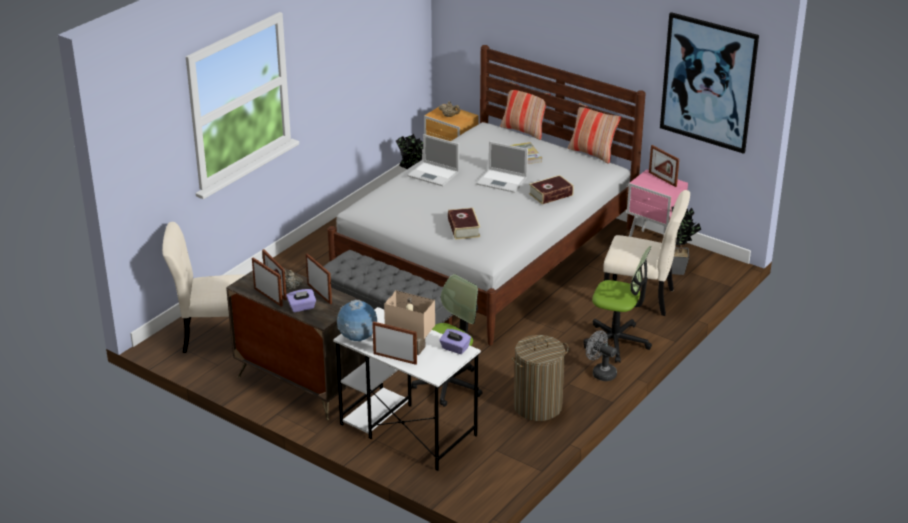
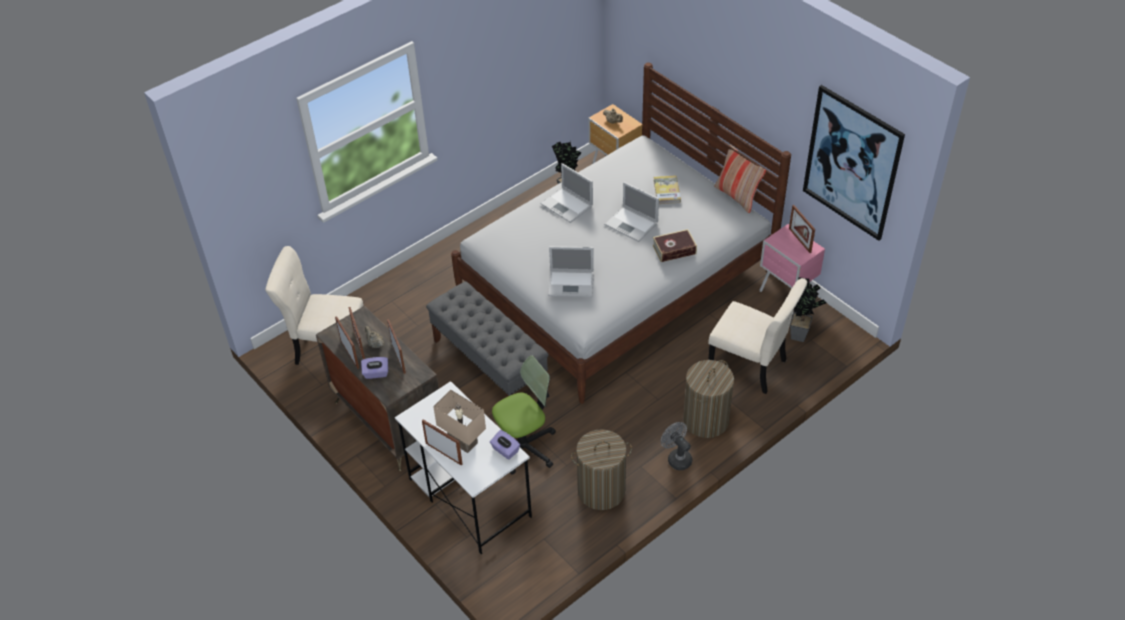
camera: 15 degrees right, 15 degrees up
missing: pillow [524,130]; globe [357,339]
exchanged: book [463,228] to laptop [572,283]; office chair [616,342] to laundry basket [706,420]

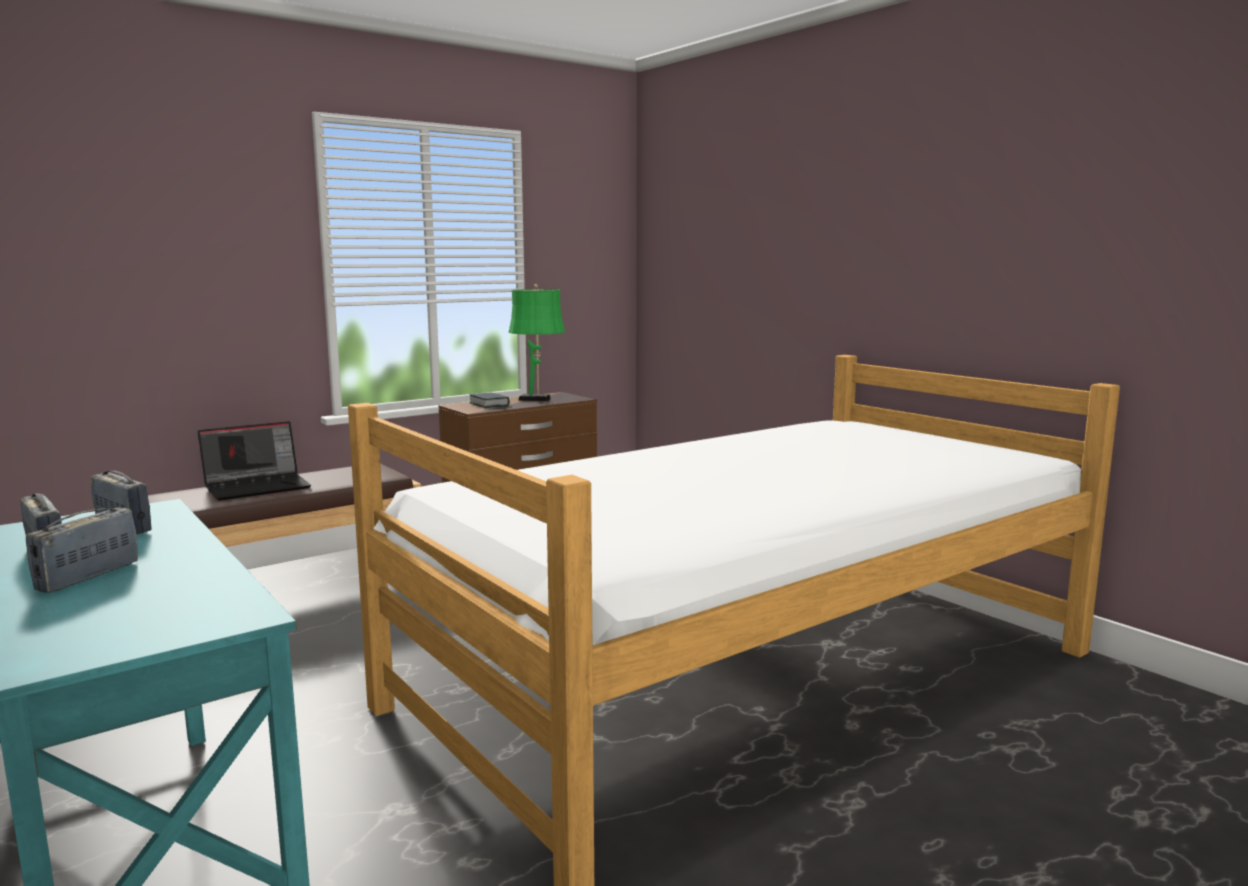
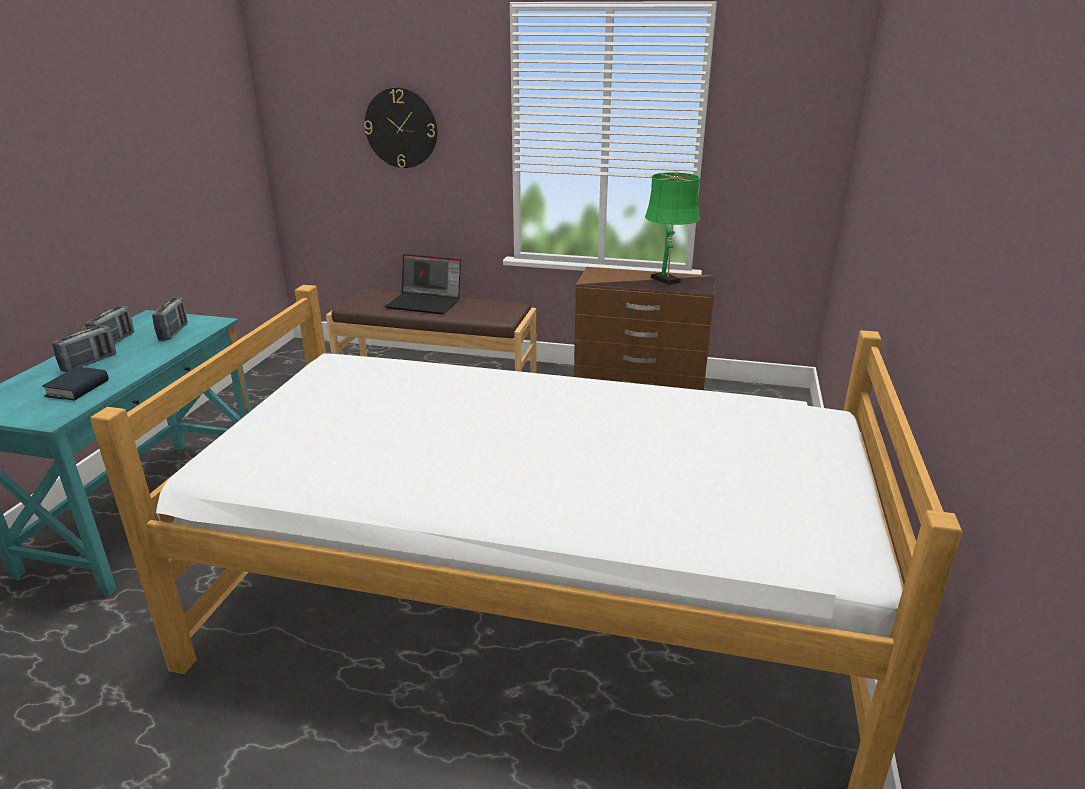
camera: 50 degrees right, 15 degrees up
appeared: wall clock [401,128]
relocated: book [489,404] to [78,388]
spun: radio [88,577] = [89,363] 135 degrees clockwise

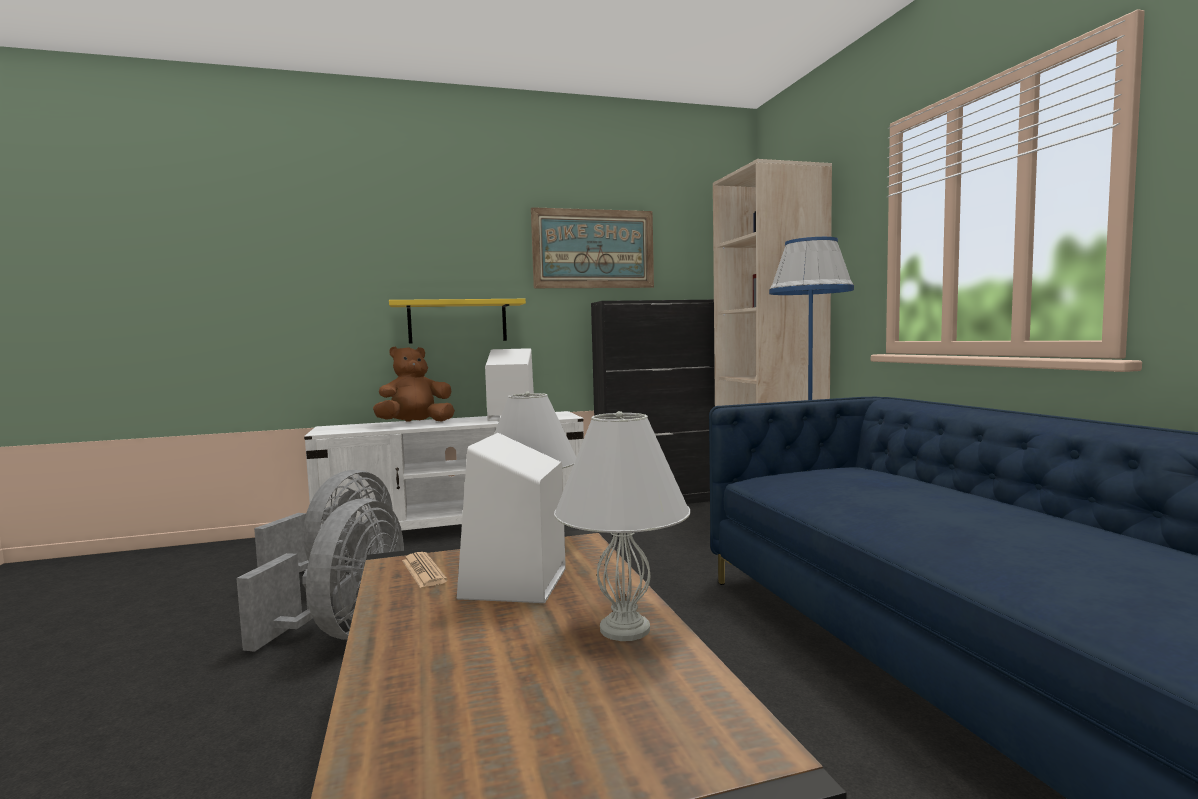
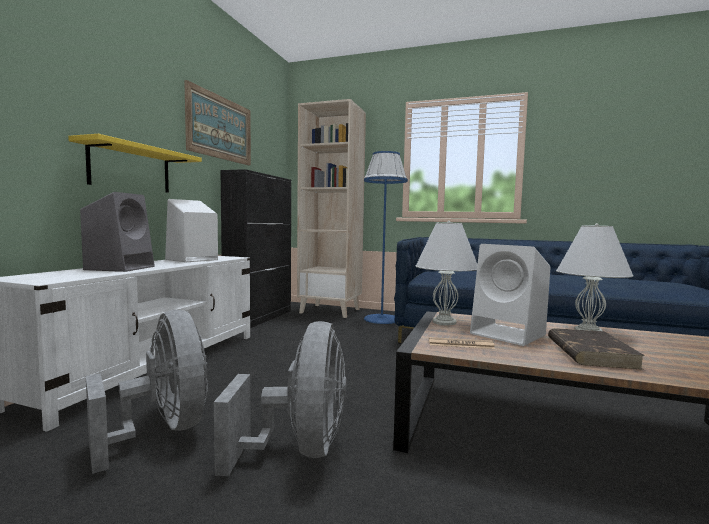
camera: 55 degrees left, 0 degrees up
appeared: brown book [590,352]
exchanged: brown plush toy [415,423] to grey speaker [121,268]
spun: grey fan [345,633] = [300,449] 45 degrees clockwise

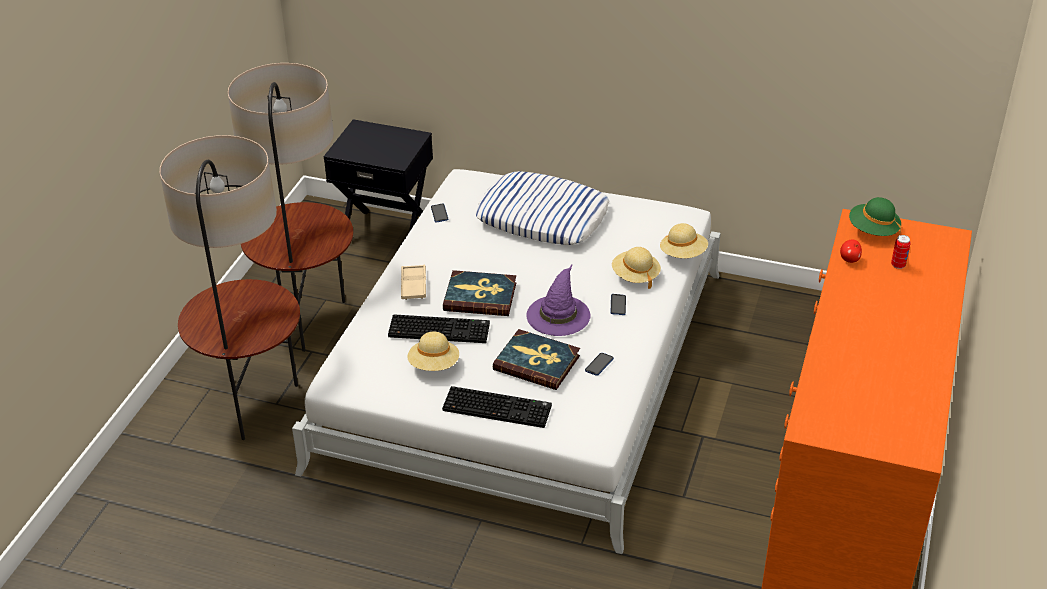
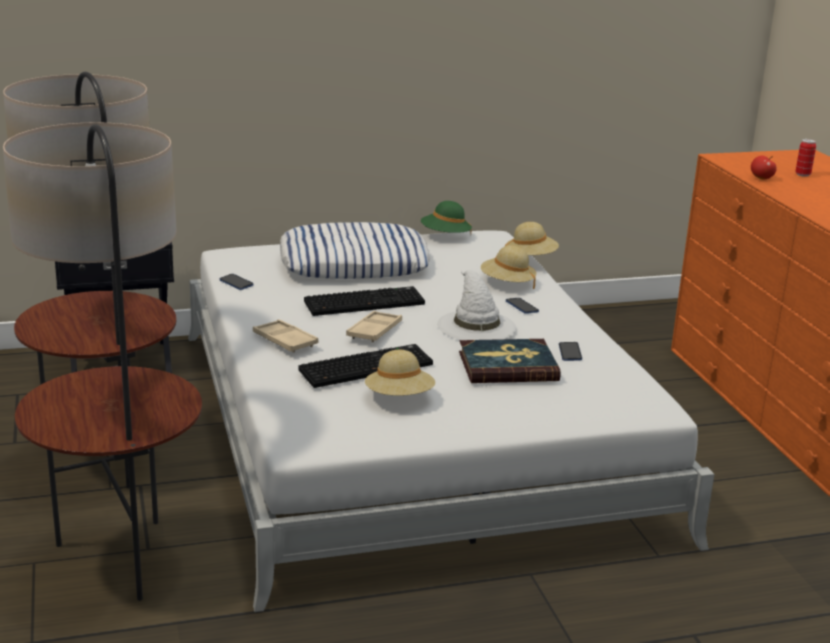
camera: 35 degrees left, 15 degrees down
relocated: green hat [873,230] to [445,236]; keyboard [498,407] to [365,302]
exchanged: book [480,296] to beige tray [374,331]
colour: purple hat [558,314] to white hat [475,325]

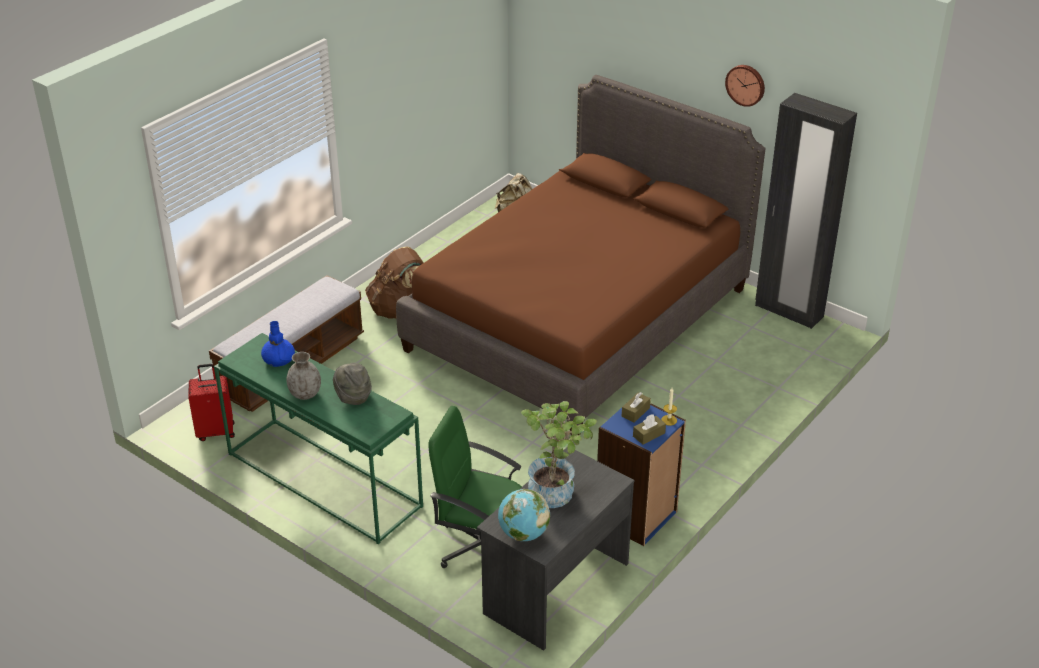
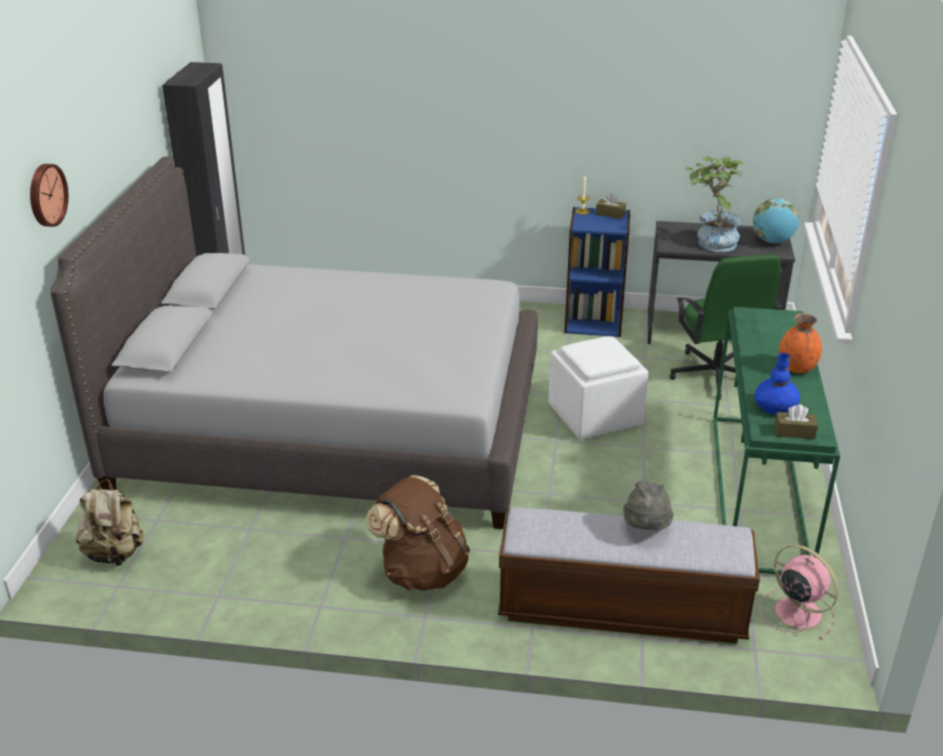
camera: 120 degrees left, 5 degrees down
appeared: white ottoman [596,416]
relocated: wall clock [746,84] to [46,195]; grey hat [353,396] to [646,529]; brown tissue box [635,412] to [794,432]
exchanged: red suitcase [216,431] to pink fan [796,611]
colour: brown bed [579,319] to grey bed [332,428]; grey vase [305,394] to orange vase [797,368]

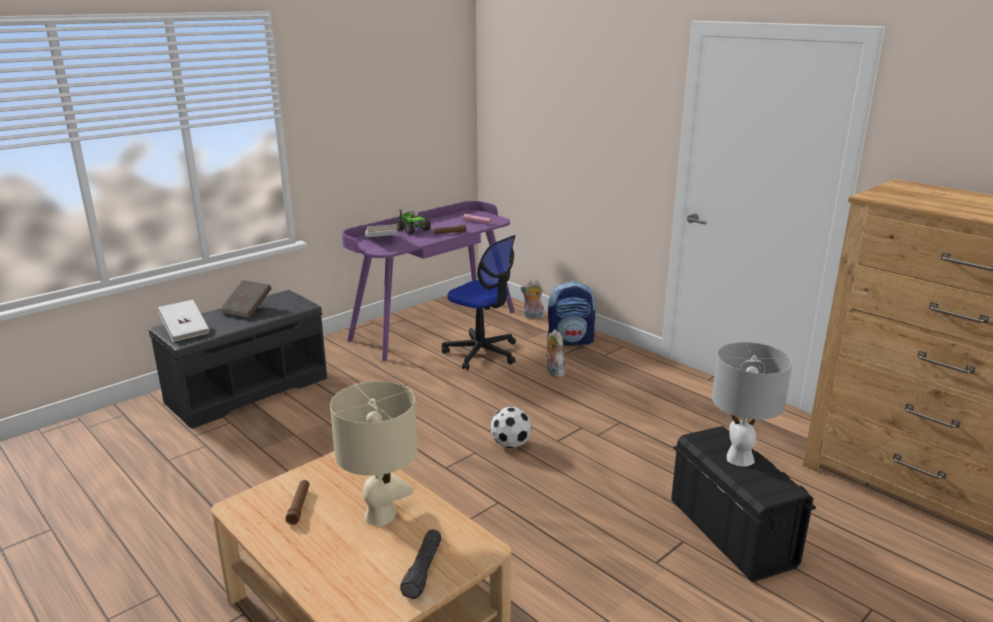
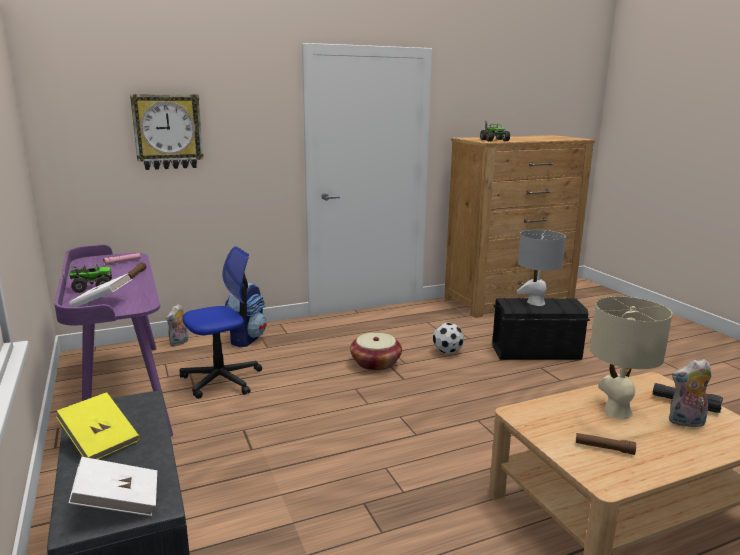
camera: 70 degrees left, 5 degrees down
appeared: wall clock [168,132]; toy truck [494,140]; basket [375,363]
relocated: plush toy [553,372] to [686,423]; football [511,444] to [447,351]
colour: brown book [248,309] to yellow book [100,441]

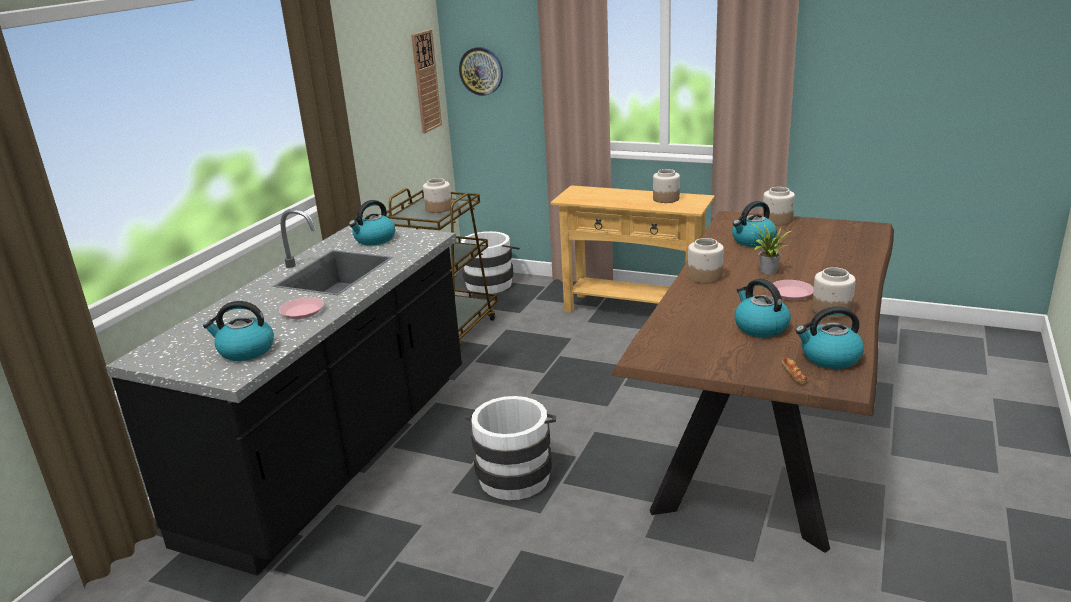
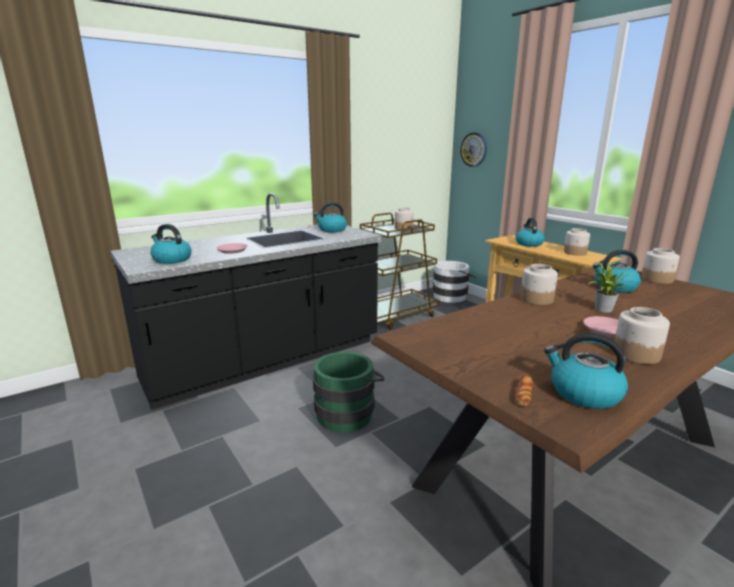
camera: 30 degrees right, 5 degrees down
missing: wall clock [425,81]
relocated: kettle [760,327] to [528,244]
colour: white bucket [515,473] to green bucket [348,412]

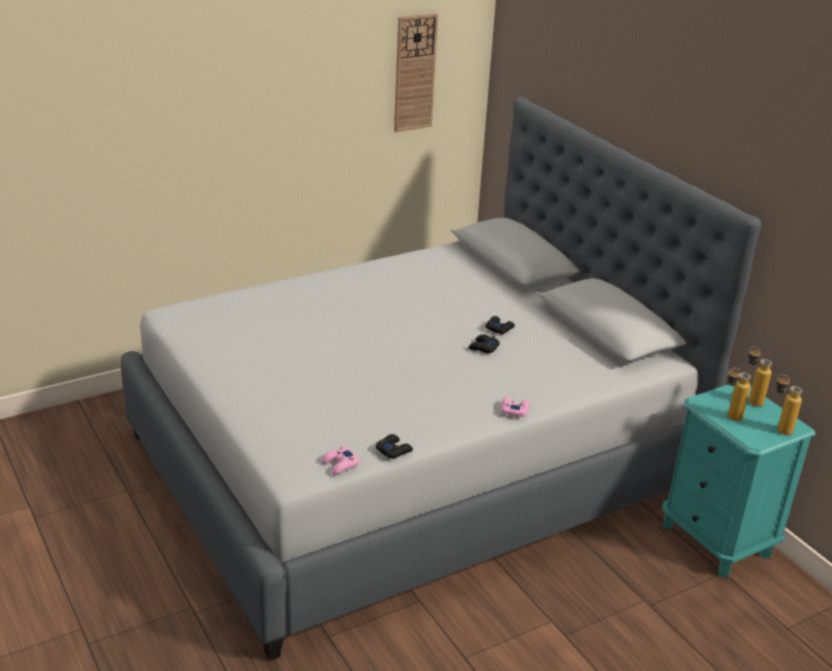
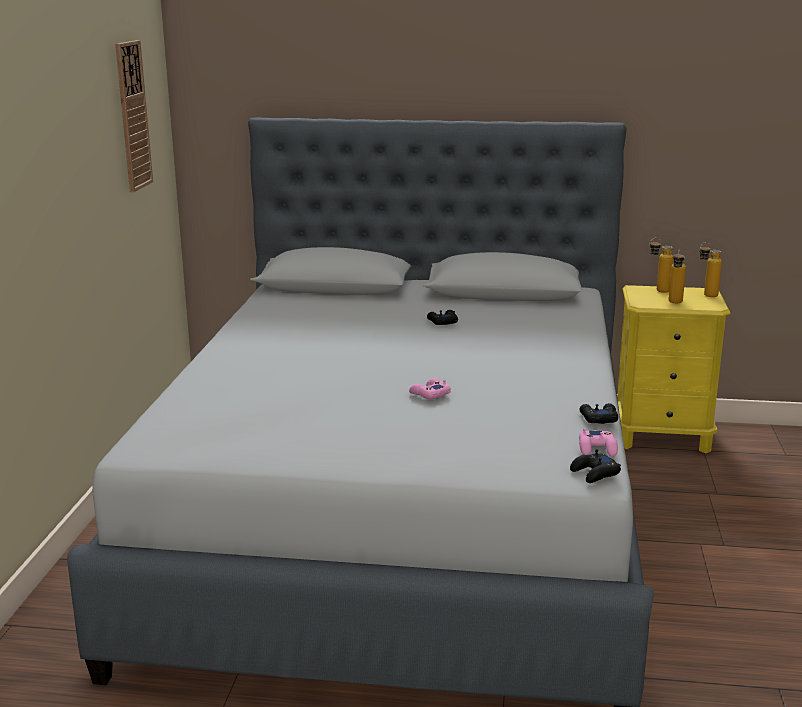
camera: 50 degrees left, 10 degrees down
relocated: black game controller [483,348] to [595,473]; pink game controller [514,410] to [429,394]
colour: turquoise nightstand [716,540] to yellow nightstand [662,436]

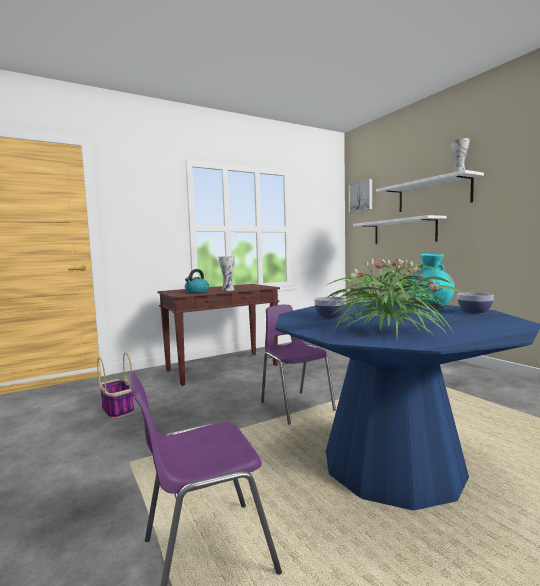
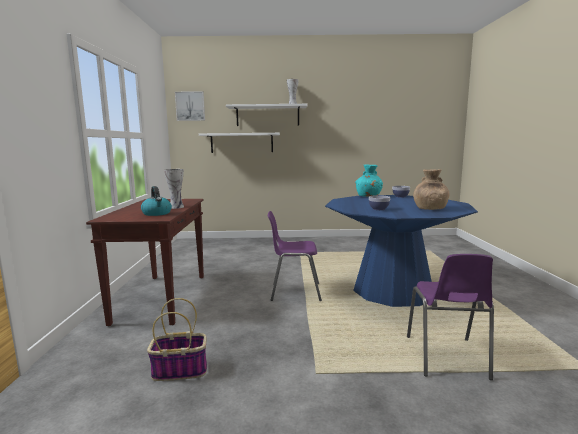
camera: 60 degrees left, 5 degrees up
exchanged: potted plant [388,330] to brown vase [429,209]

